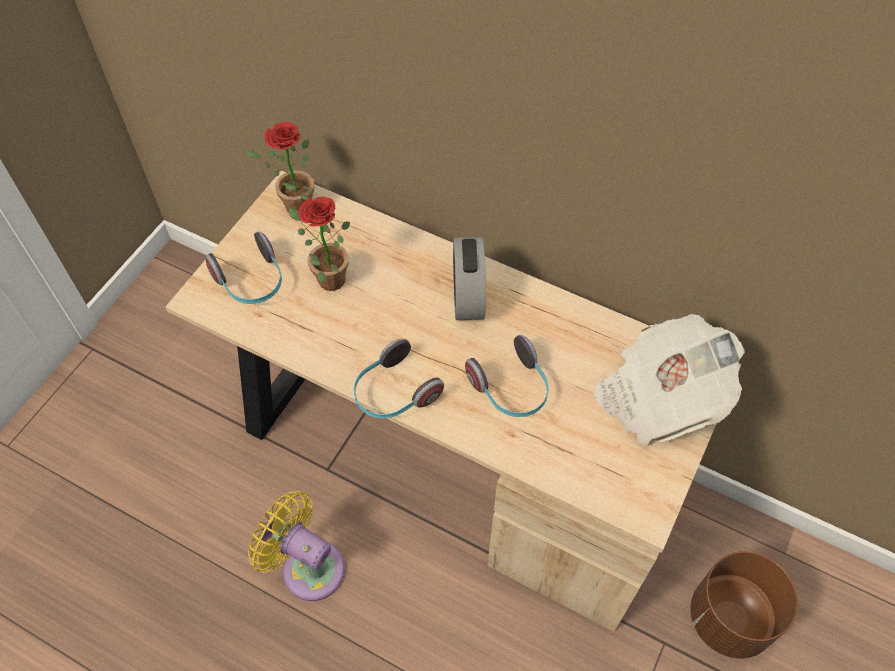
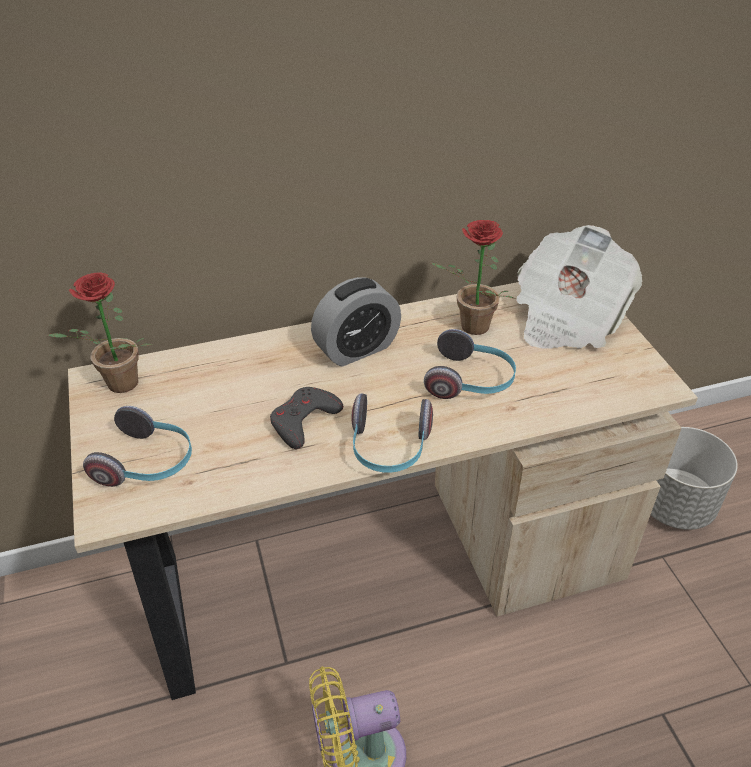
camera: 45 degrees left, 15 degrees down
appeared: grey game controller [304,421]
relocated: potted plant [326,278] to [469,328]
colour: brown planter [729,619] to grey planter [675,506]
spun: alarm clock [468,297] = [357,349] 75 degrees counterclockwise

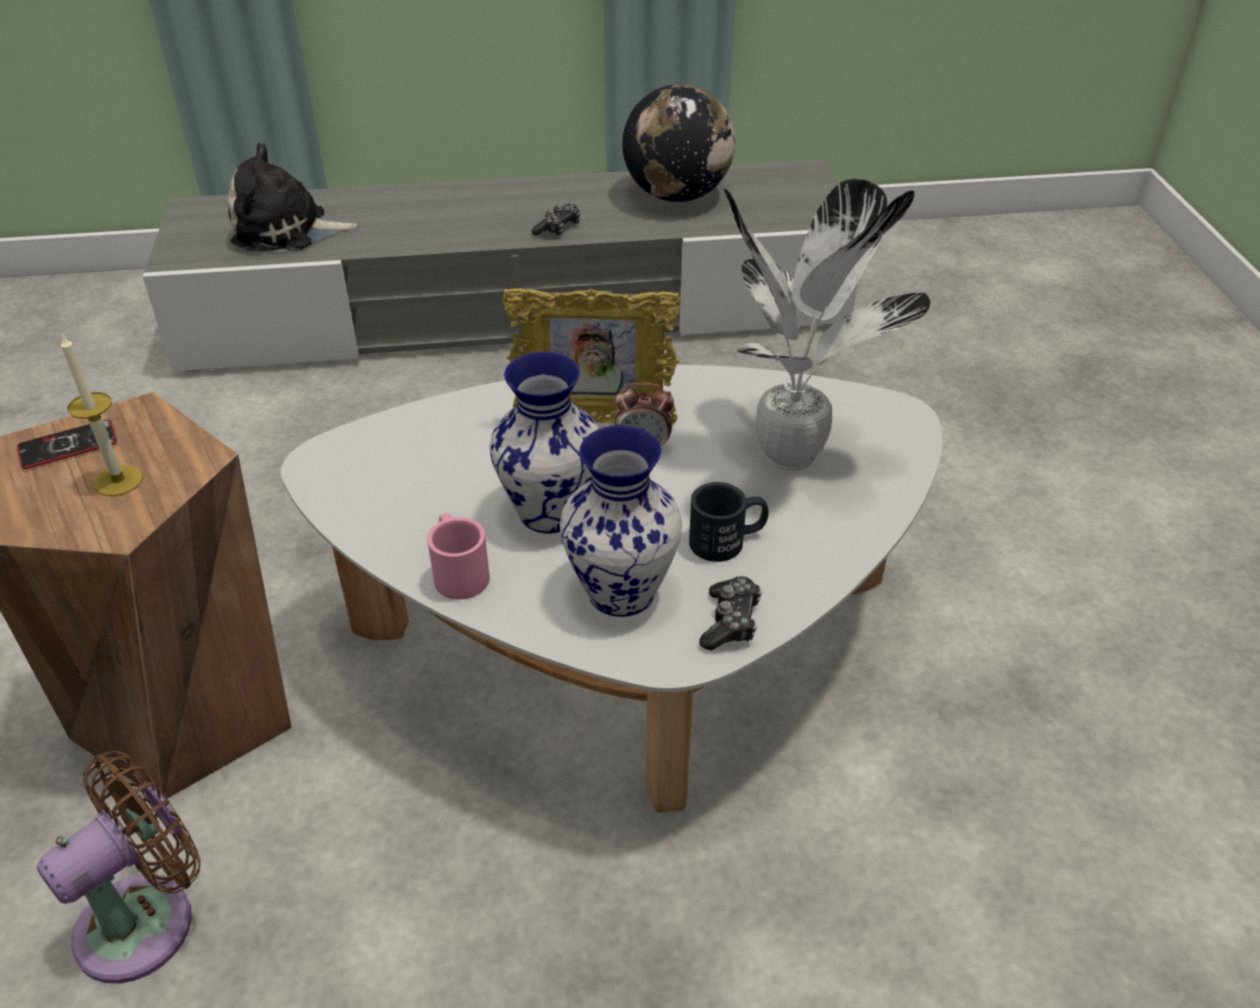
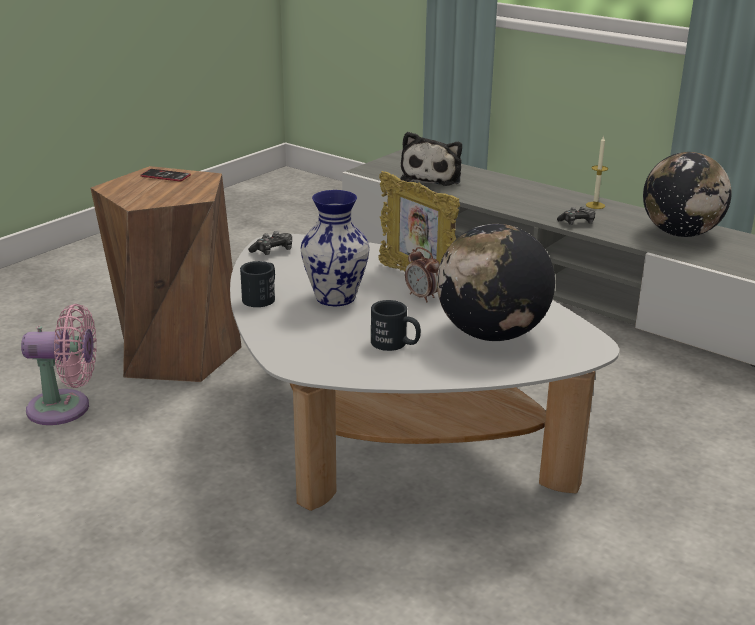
camera: 45 degrees right, 15 degrees down
missing: vase [622,593]
relocated: candle [118,480] to [595,205]; game controller [730,622] to [273,251]
exchanged: potted plant [793,458] to globe [491,334]
colour: pink mug [458,571] to black mug [262,297]; brown fan [146,919] to pink fan [65,408]
spun: plush toy [286,230] = [432,177] 120 degrees counterclockwise

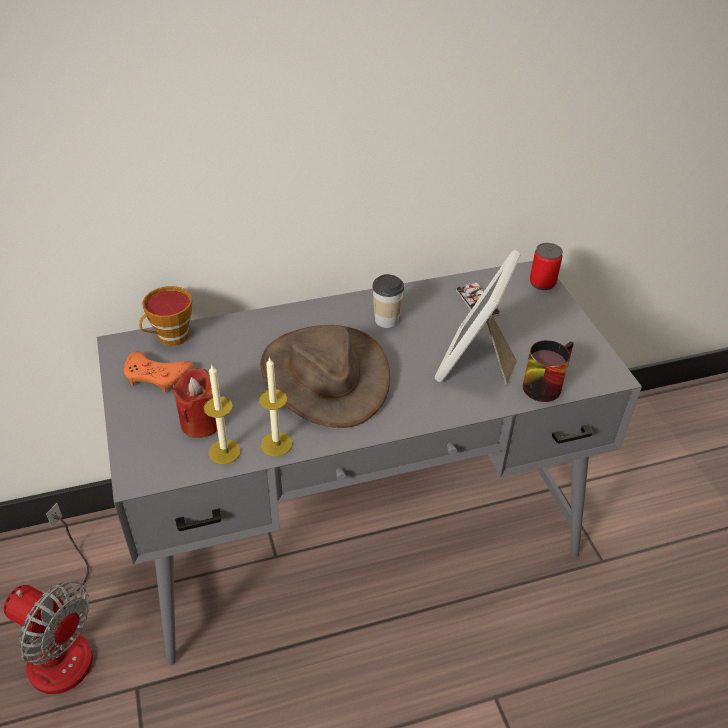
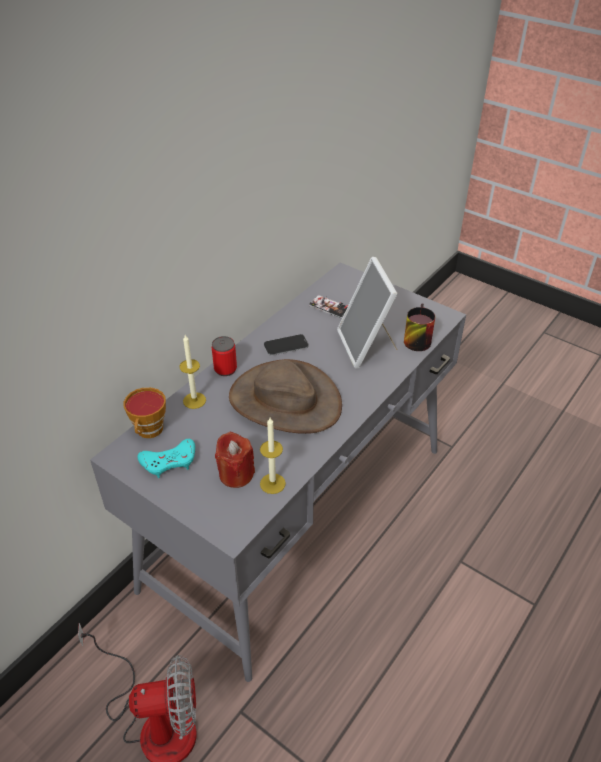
camera: 35 degrees left, 0 degrees up
relocated: can [542,283] to [225,369]; candle [276,444] to [194,400]
exchanged: cup [386,320] to phone [286,346]
colour: orange game controller [157,376] to turquoise game controller [169,461]

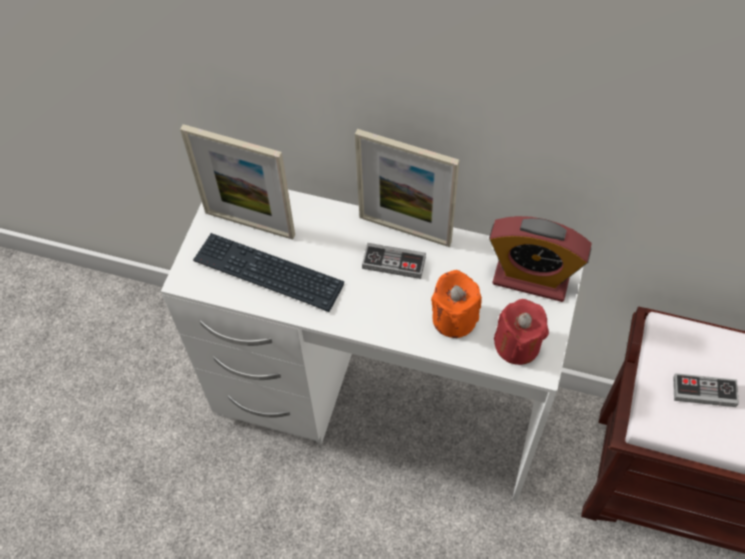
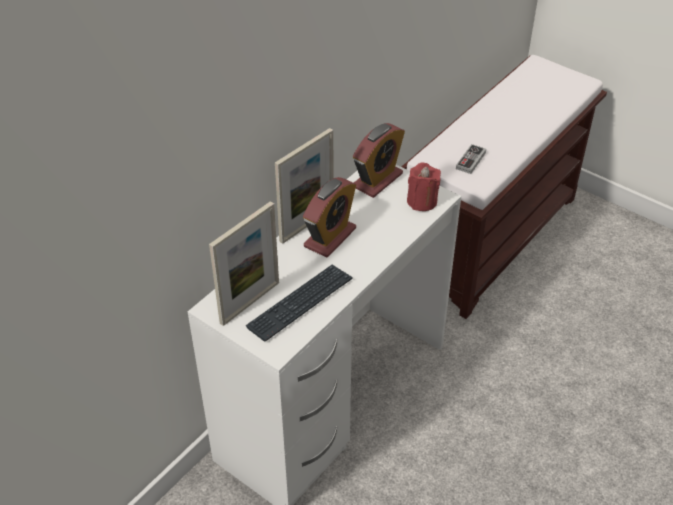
camera: 70 degrees left, 15 degrees down
missing: orange candle [454,318]
exchanged: game controller [394,263] to alarm clock [330,237]

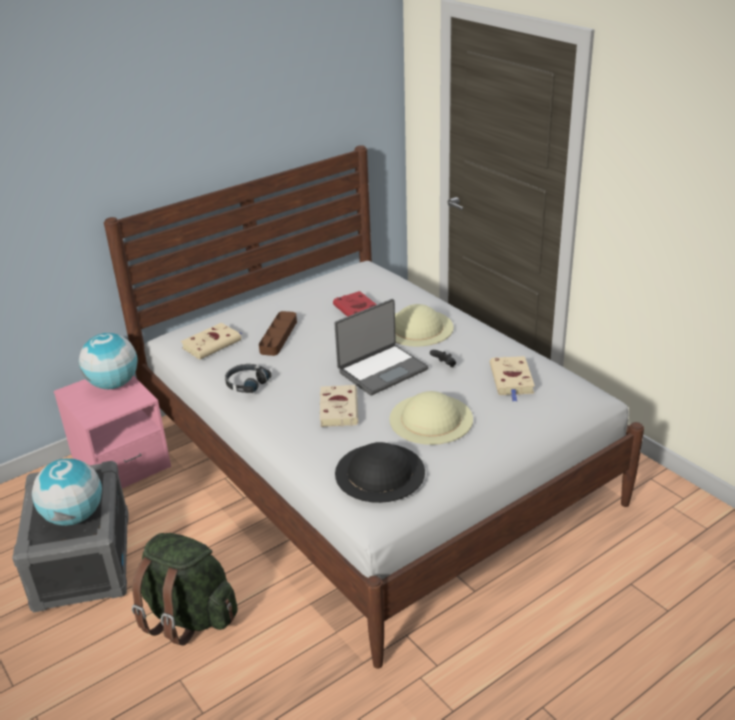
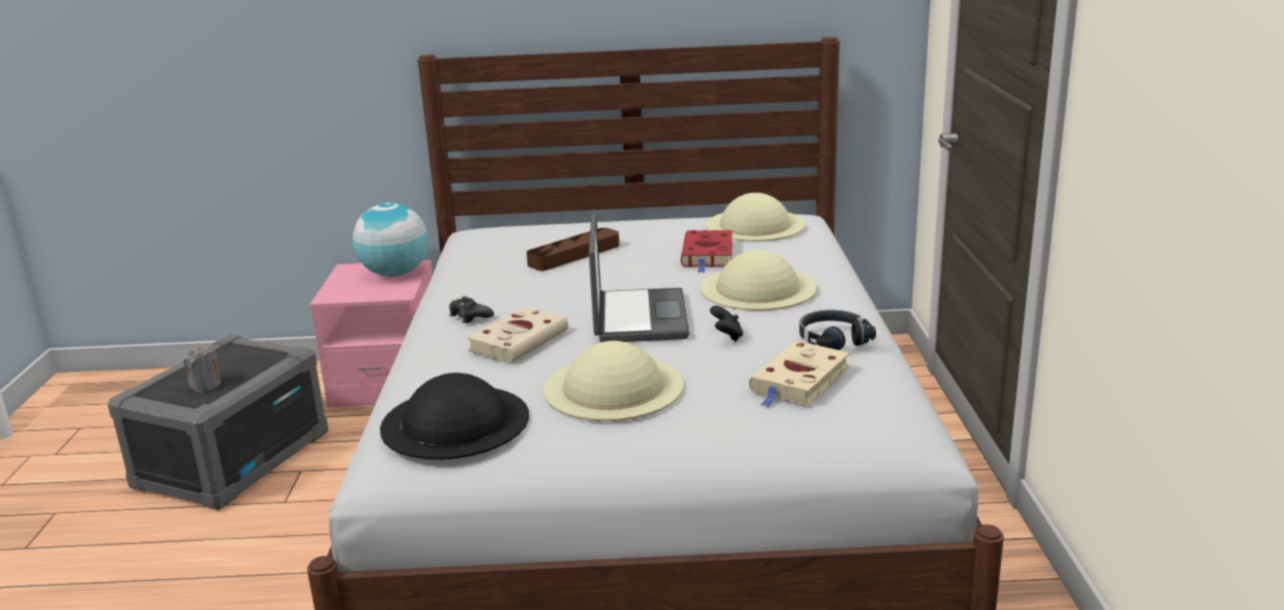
camera: 35 degrees right, 10 degrees down
missing: beige book [213,344]; green backpack [189,616]
appeared: beige hat [755,225]; black game controller [470,316]
relocated: black headphones [246,383] to [833,339]
exchanged: globe [74,516] to grey candle [206,385]
spun: laptop [382,370] = [637,318] 90 degrees counterclockwise

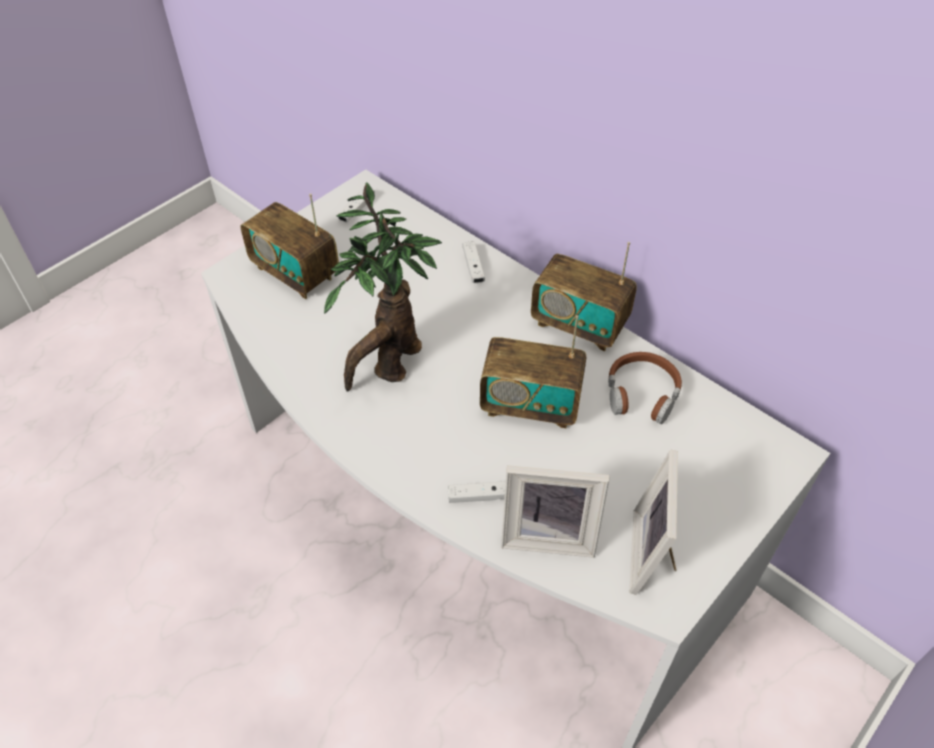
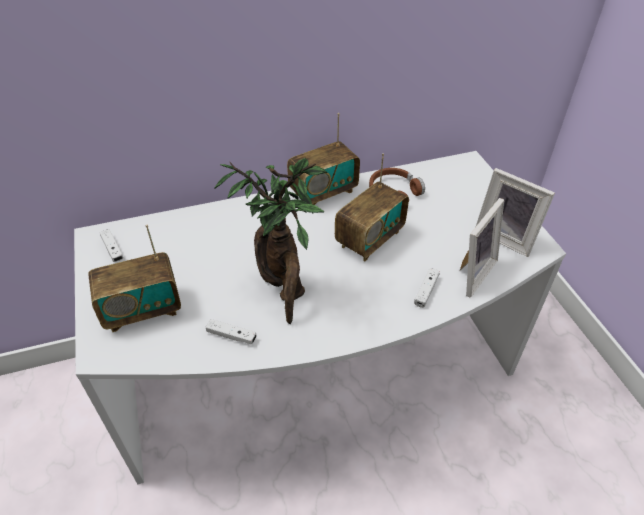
camera: 60 degrees left, 5 degrees down
relocated: white game controller [473,267] to [231,336]

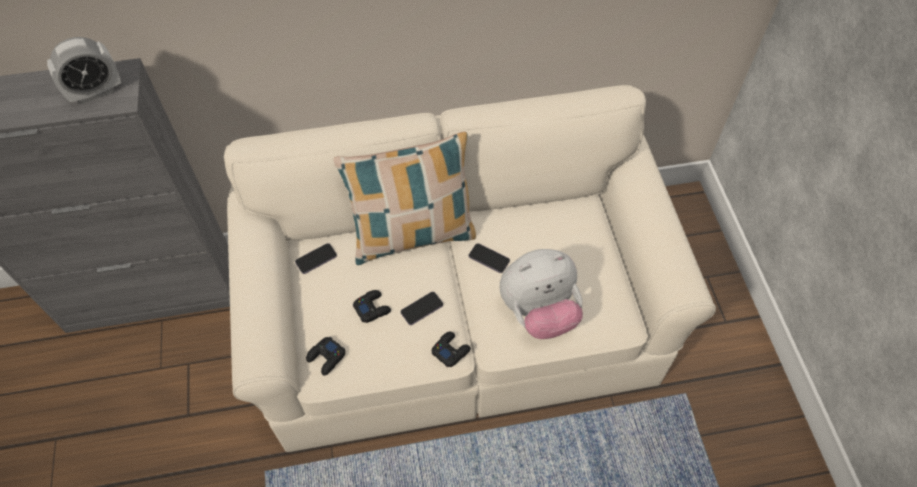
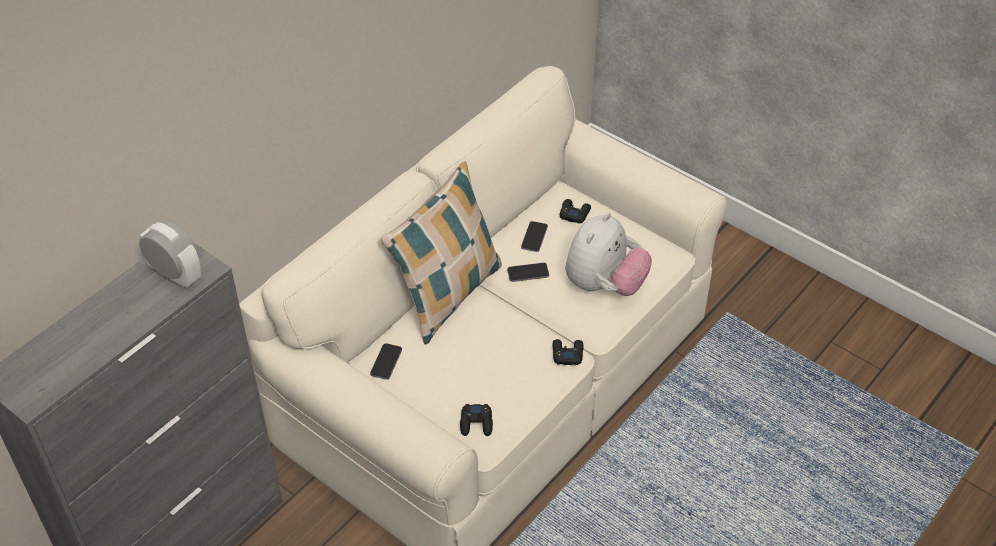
camera: 40 degrees left, 10 degrees down
relocated: black game controller [372,308] to [574,213]; phone [422,309] to [534,237]
spun: alarm clock [96,92] = [175,276] 75 degrees counterclockwise

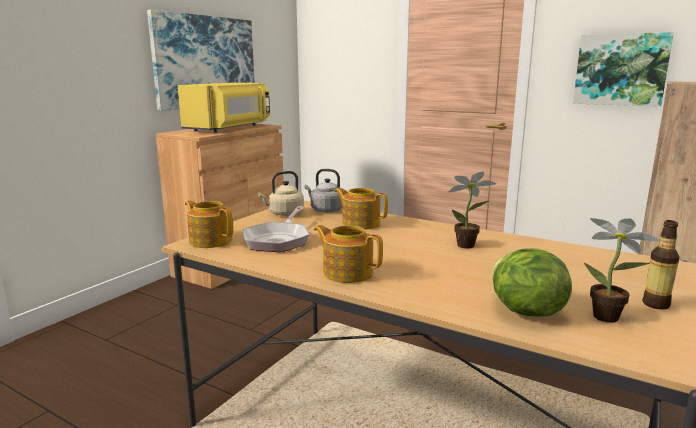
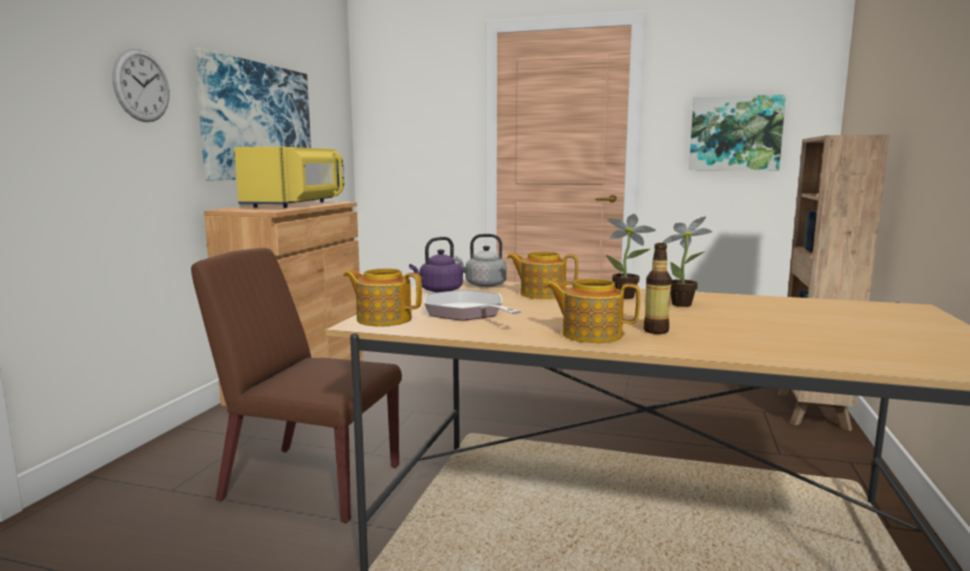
camera: 15 degrees left, 5 degrees down
missing: lettuce [524,311]
appeared: wall clock [141,85]; brown chair [310,482]
relocated: potted plant [610,319] to [628,297]; bottle [655,304] to [656,331]
colour: beige kettle [284,214] to purple kettle [439,290]
spun: frying pan [278,240] = [467,313] 150 degrees clockwise

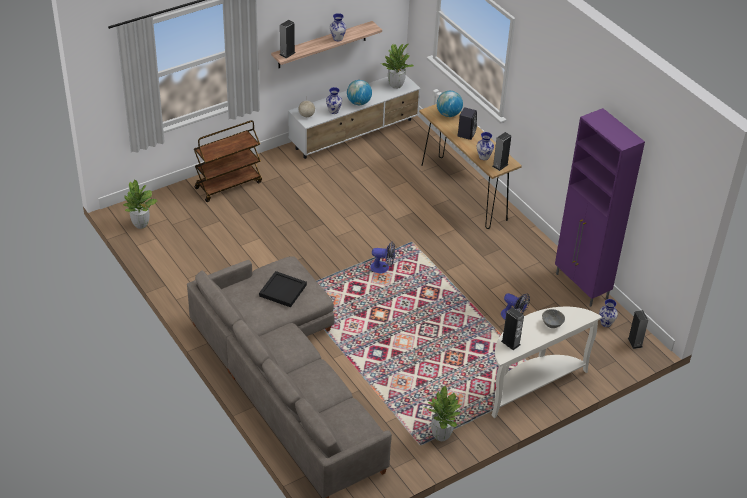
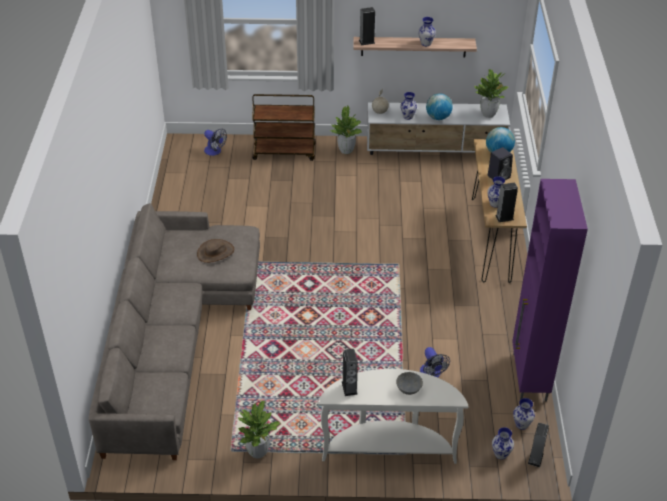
camera: 35 degrees right, 0 degrees up
appeared: vase [500,454]
relocated: potted plant [141,224] to [346,151]; fan [383,267] to [215,151]
exchanged: black tray [283,291] to brown hat [215,252]

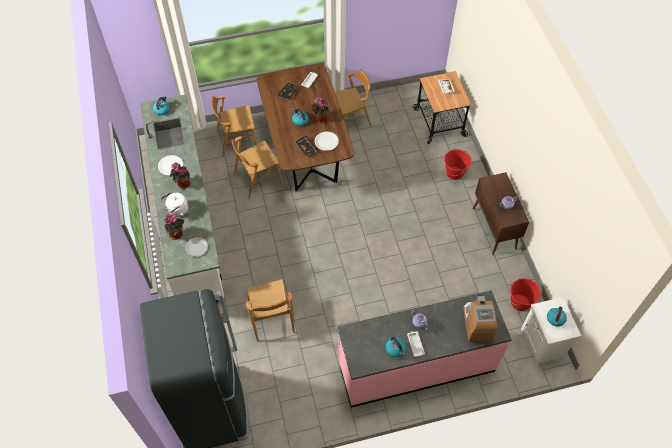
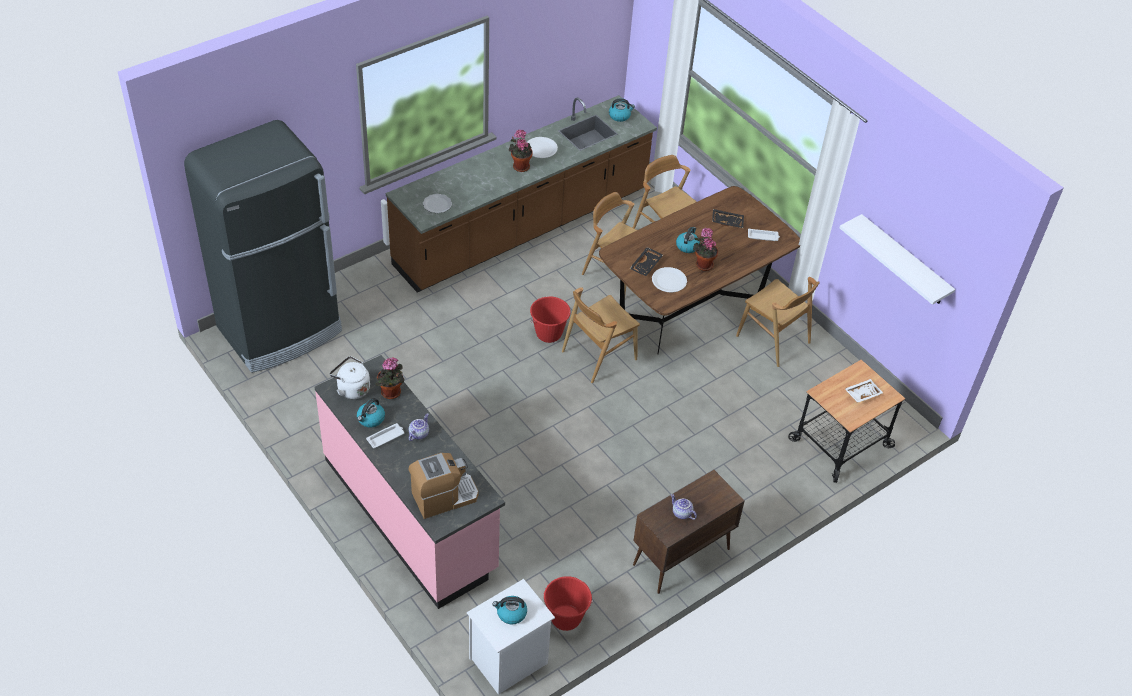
camera: 65 degrees right, 10 degrees down
appeared: white shelf [904,261]
relocated: red bucket [454,173] to [549,334]; white kettle [177,210] to [351,389]; potted plant [177,234] to [391,393]; brown chair [271,318] to [598,355]
colour: white counter [188,218] to brown counter [523,229]

